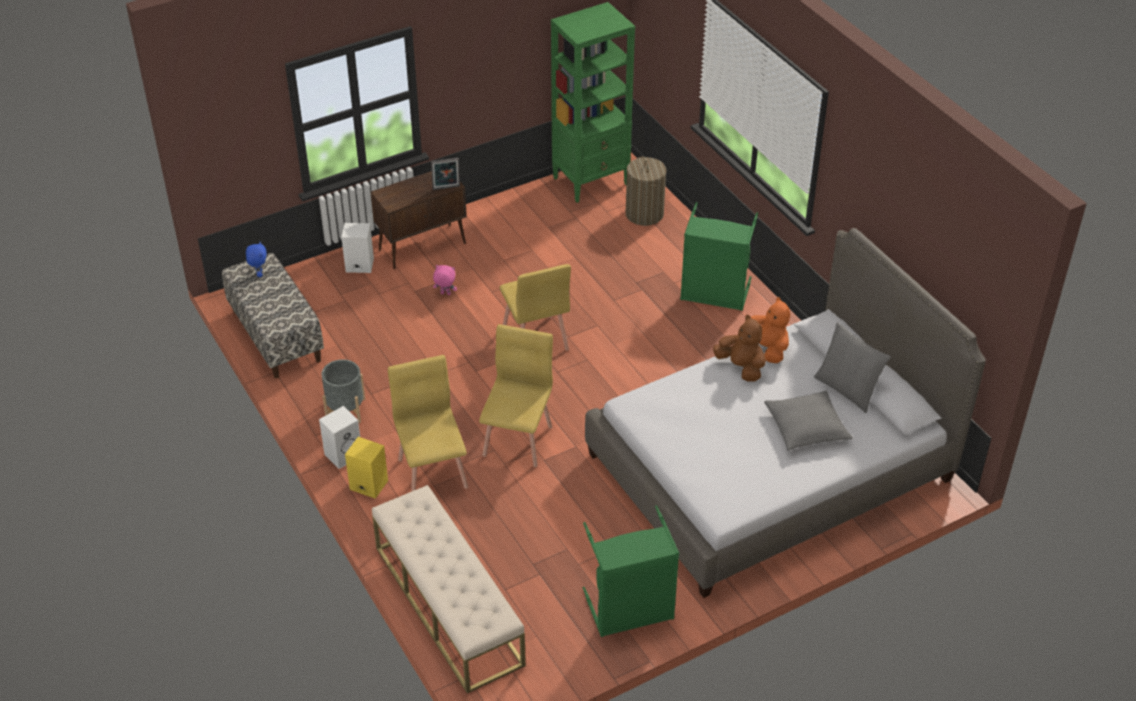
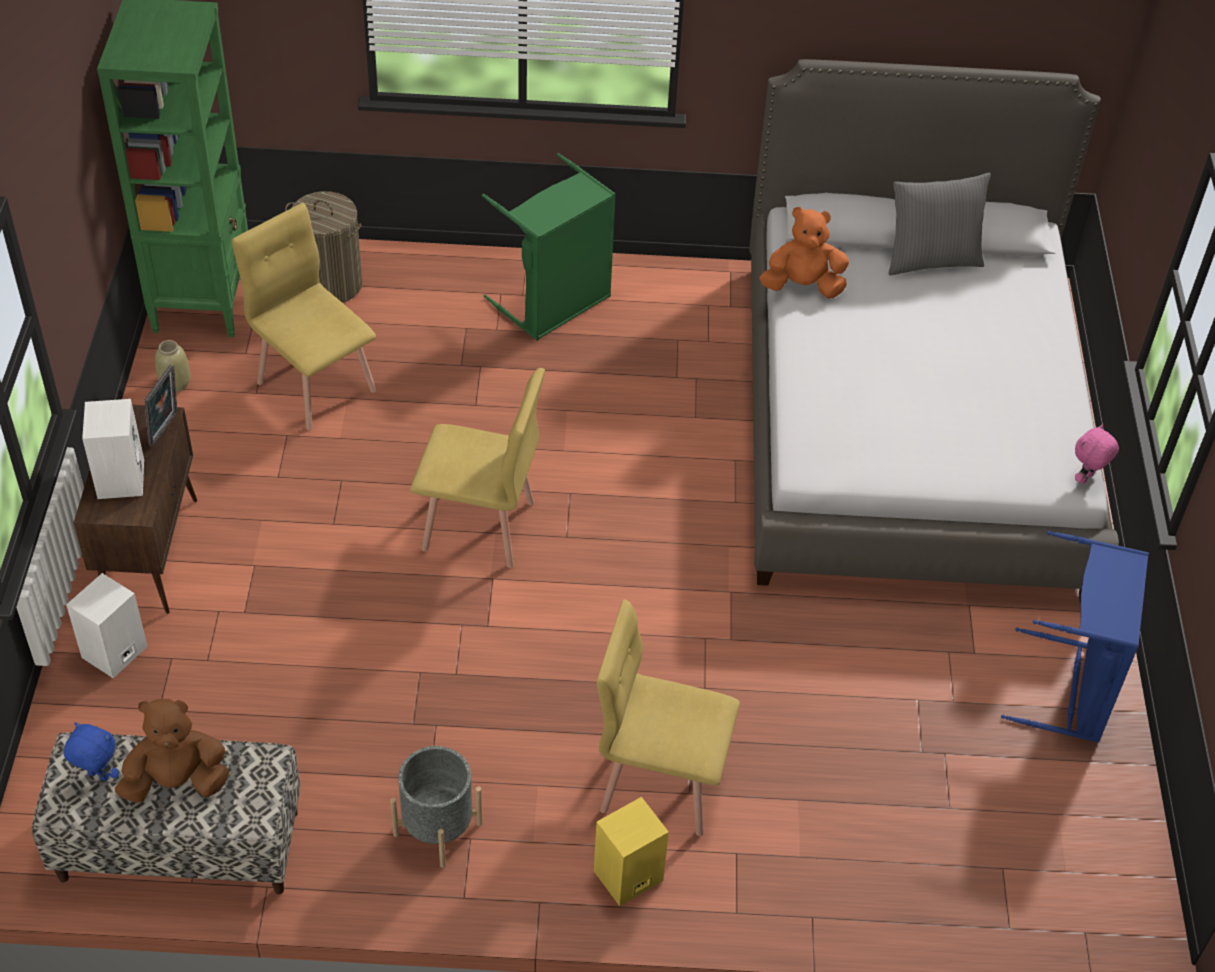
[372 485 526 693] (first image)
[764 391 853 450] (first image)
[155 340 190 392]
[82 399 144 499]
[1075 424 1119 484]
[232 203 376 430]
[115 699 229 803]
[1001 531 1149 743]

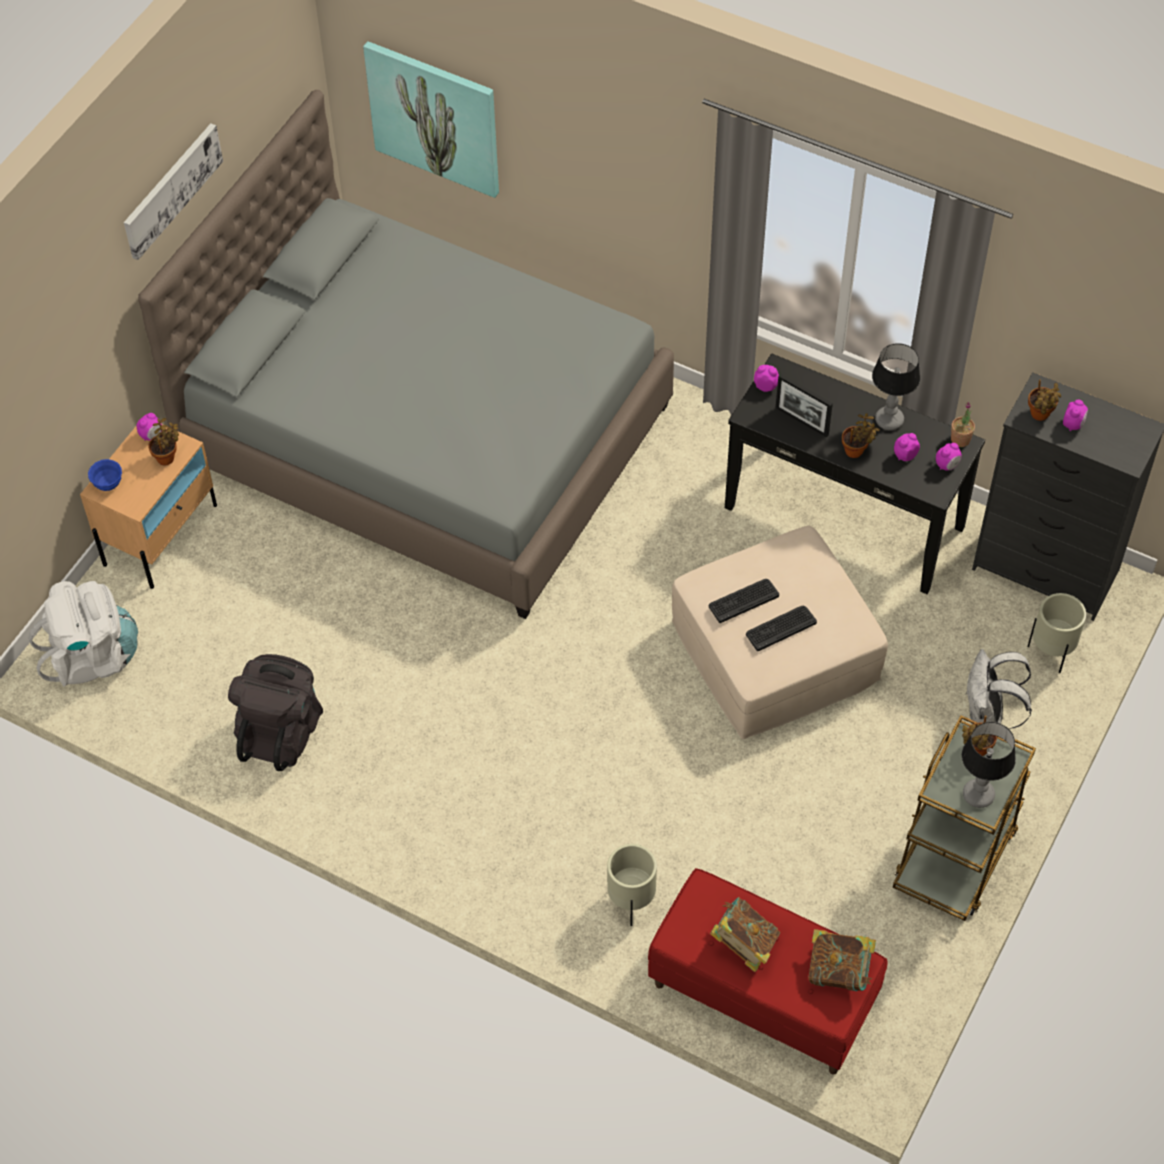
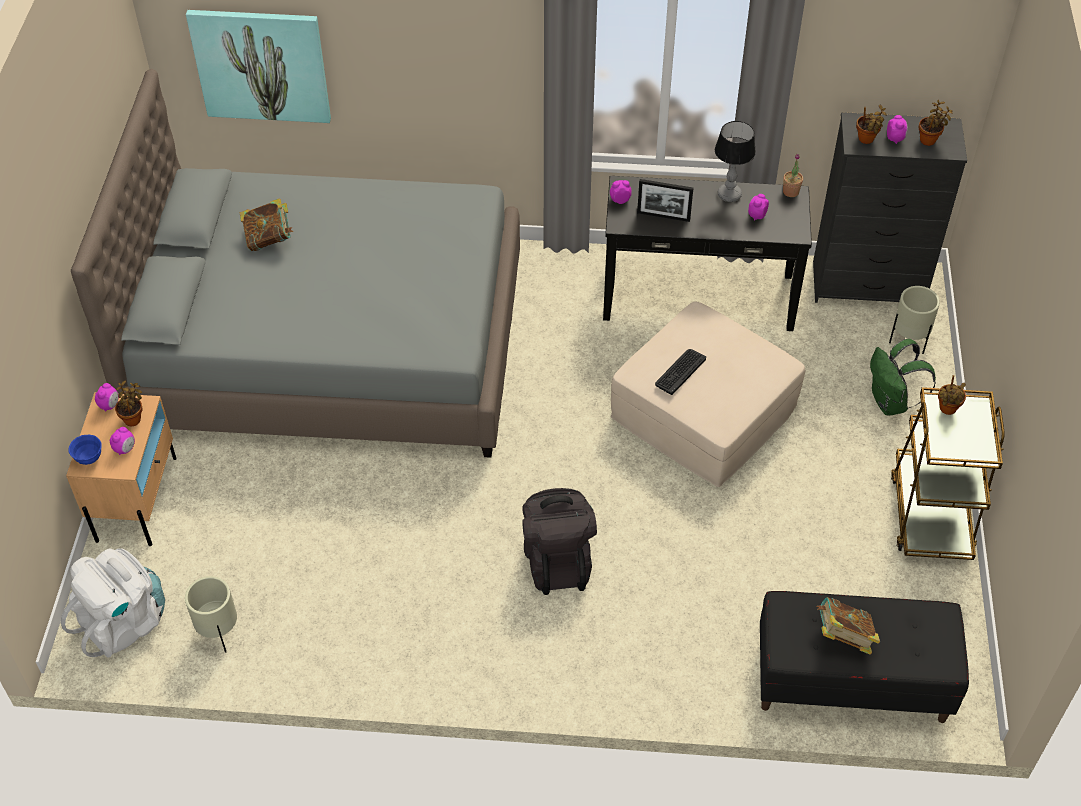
[124 123 223 260] (first image)
[746 606 817 651] (first image)
[962 722 1016 808] (first image)
[522 488 597 595]
[185 576 237 653]
[240 198 293 251]
[919 100 953 146]
[110 427 135 455]
[760 591 969 723]
[870 339 936 415]

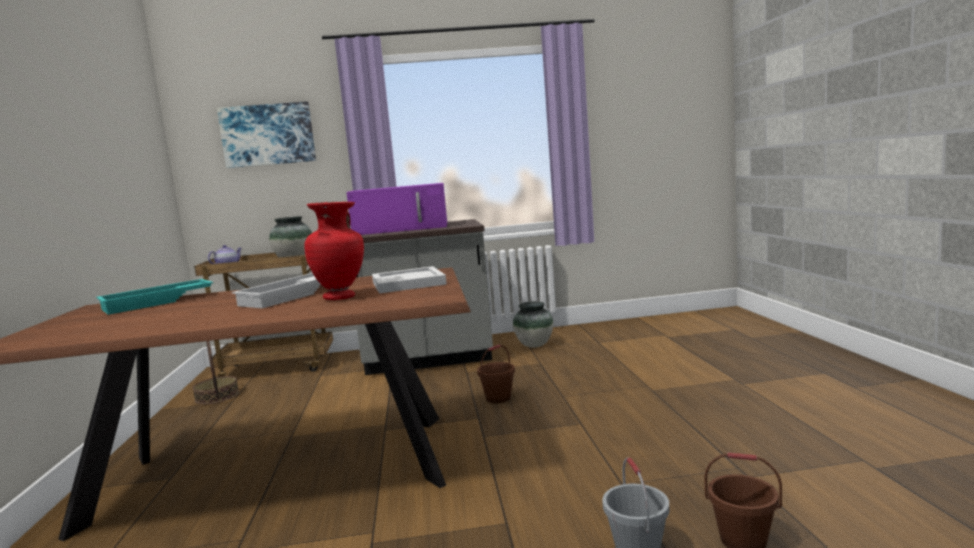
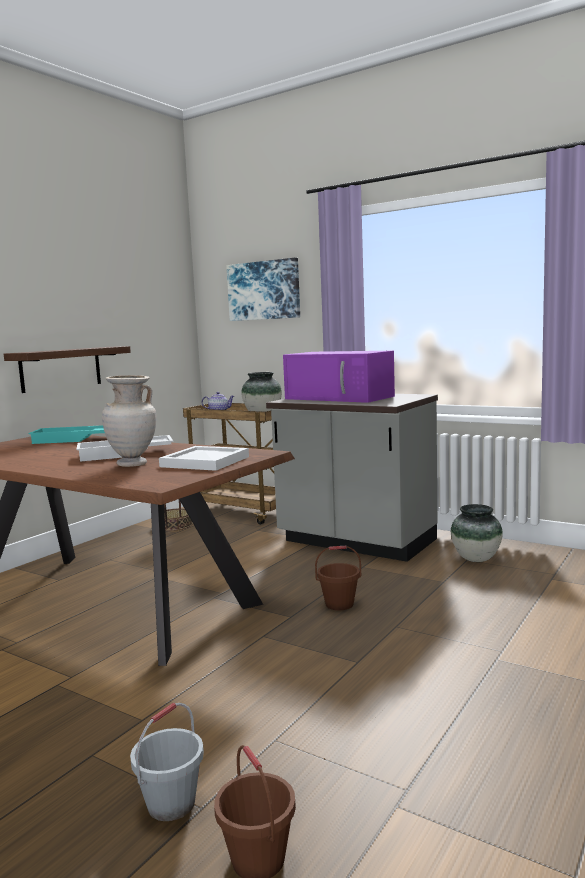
[4 346 131 393]
[102 375 156 467]

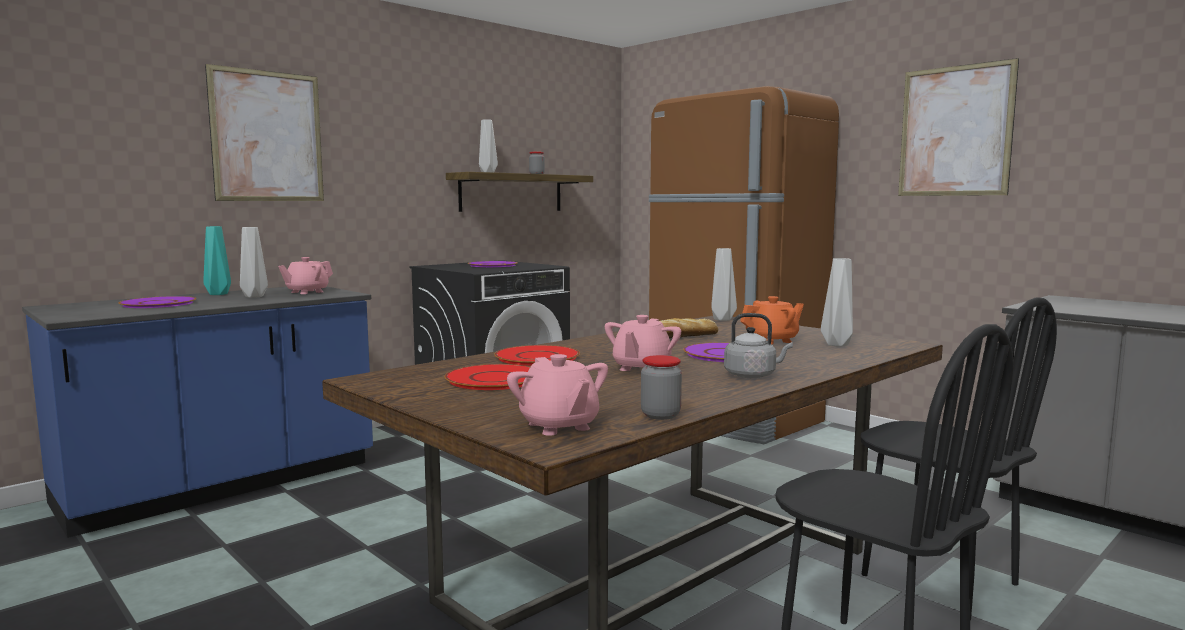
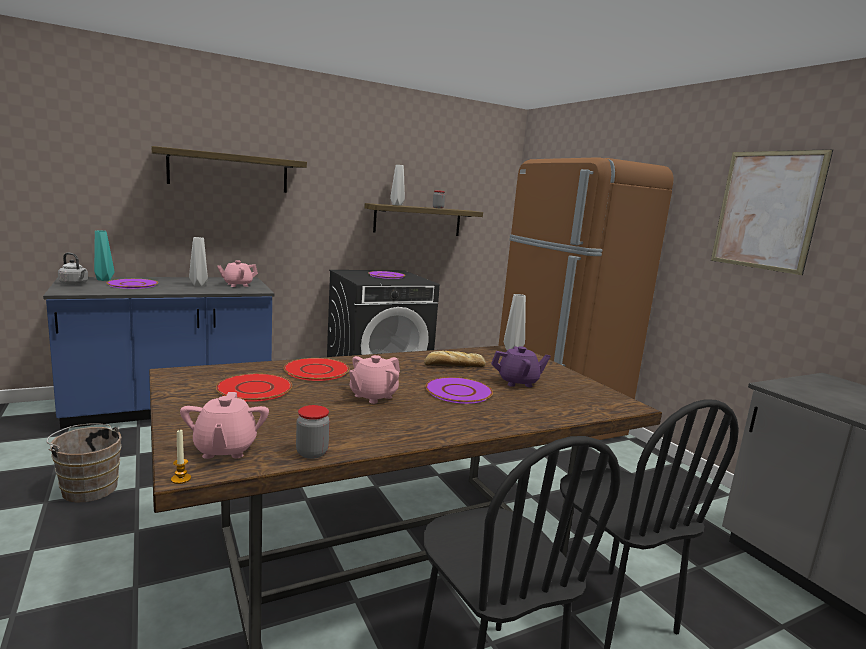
[821 258 853 347] (first image)
[47 423 121 503]
[171 429 191 484]
[94 230 115 281]
[58 253 88 285]
[151 146 307 193]
[491 346 551 387]

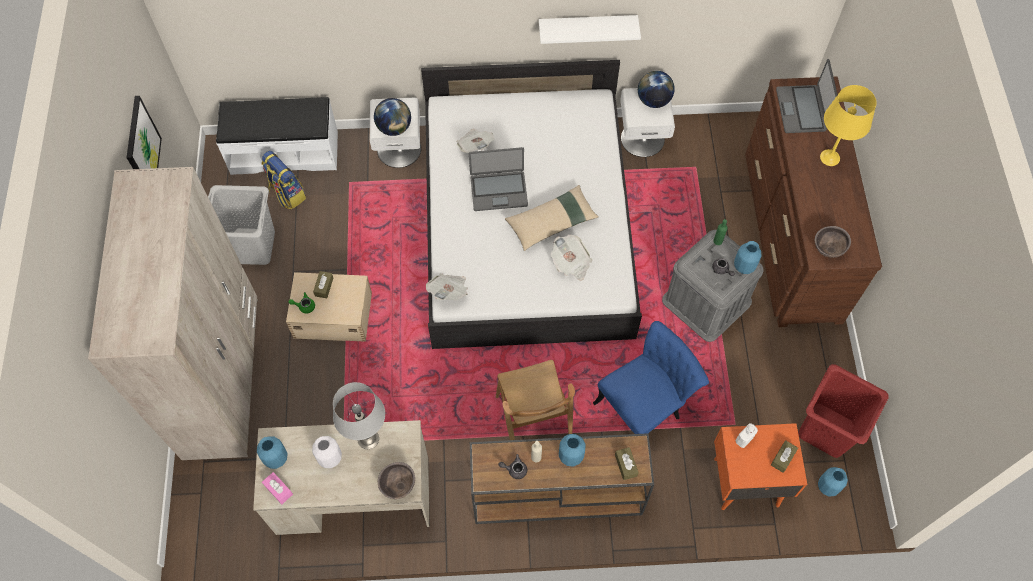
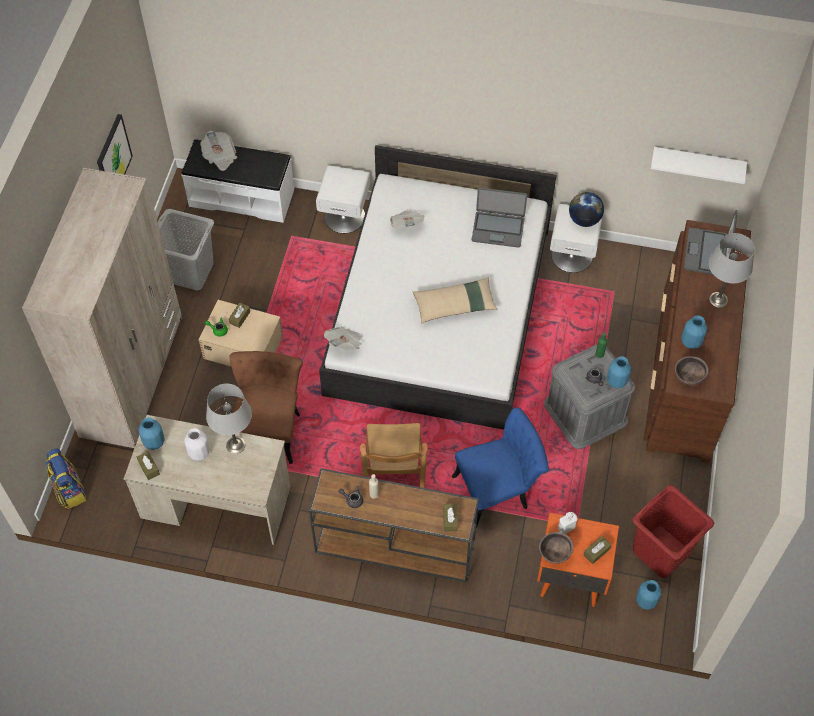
[374 98 411 136] (first image)
[229 351 303 464]
[46 448 86 509]
[539 532 573 564]
[472 188 527 248]
[651 147 747 184]
[200 131 237 171]
[681 315 707 349]
[137 451 160 480]
[709 233 755 308]

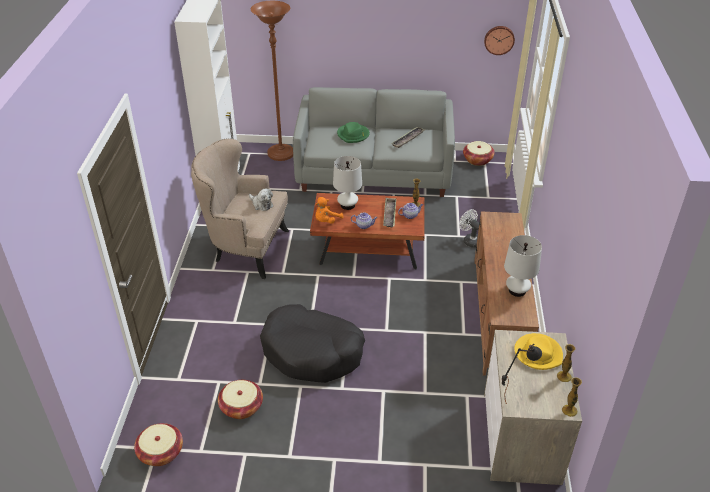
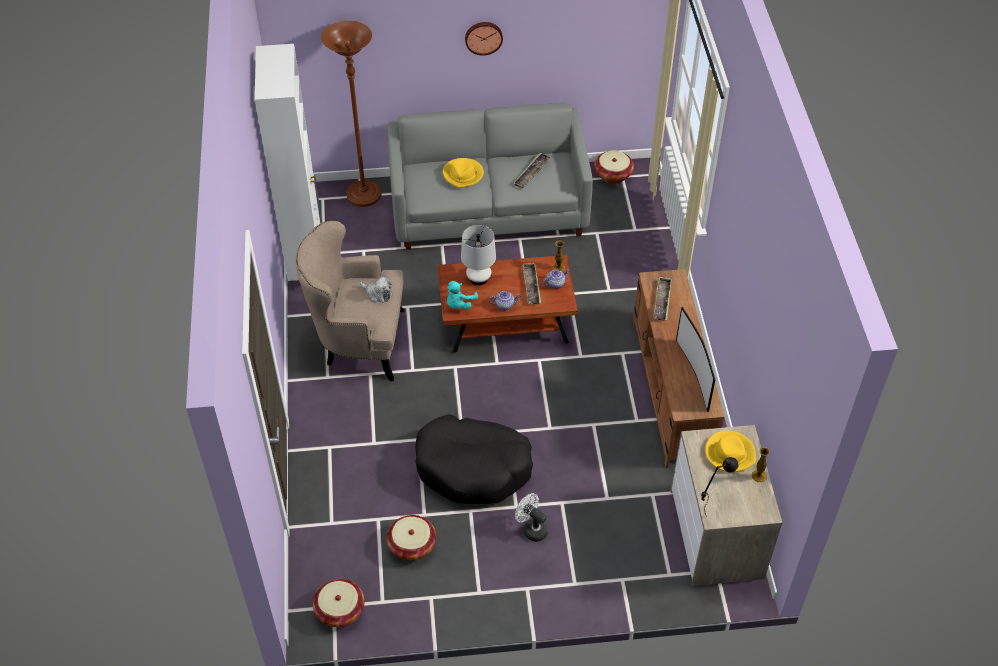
[562 377 582 417] (first image)
[653 277 672 321]
[515 493 548 542]
[465 22 503 56]
[676 307 715 412]
[447 281 478 310]
[443 158 484 188]

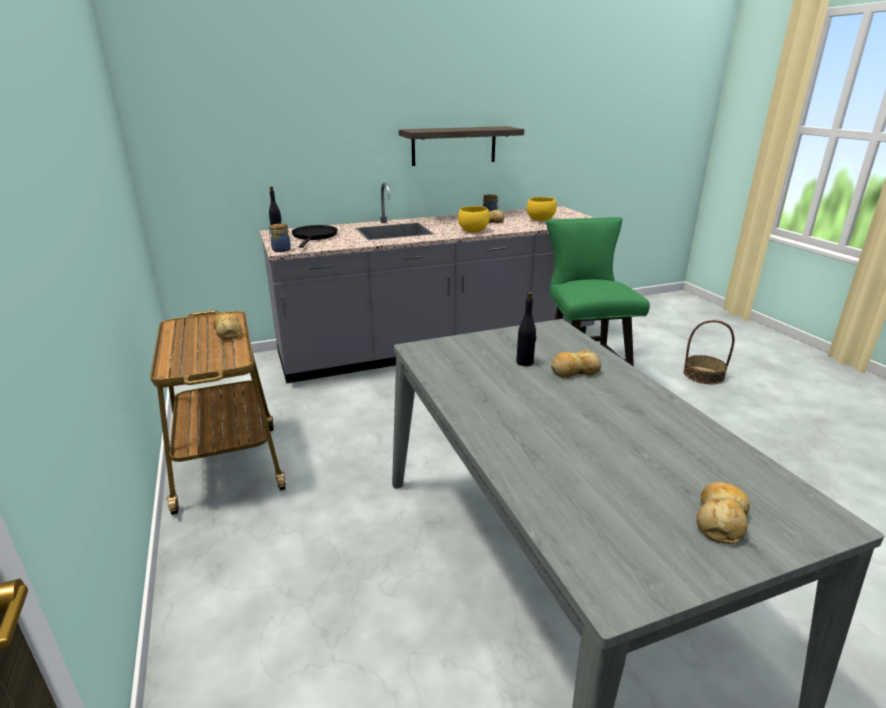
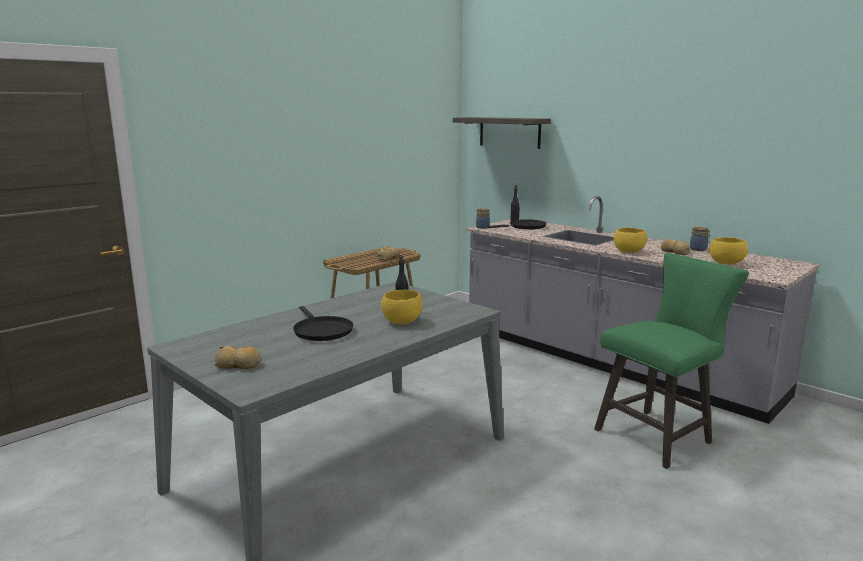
[683 320 735 384] (first image)
[293 306 354 341]
[453 117 551 149]
[381 290 422 325]

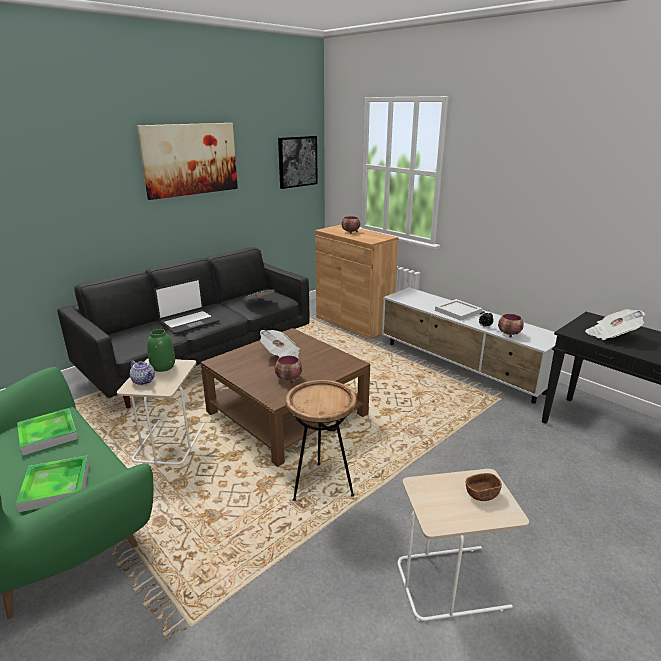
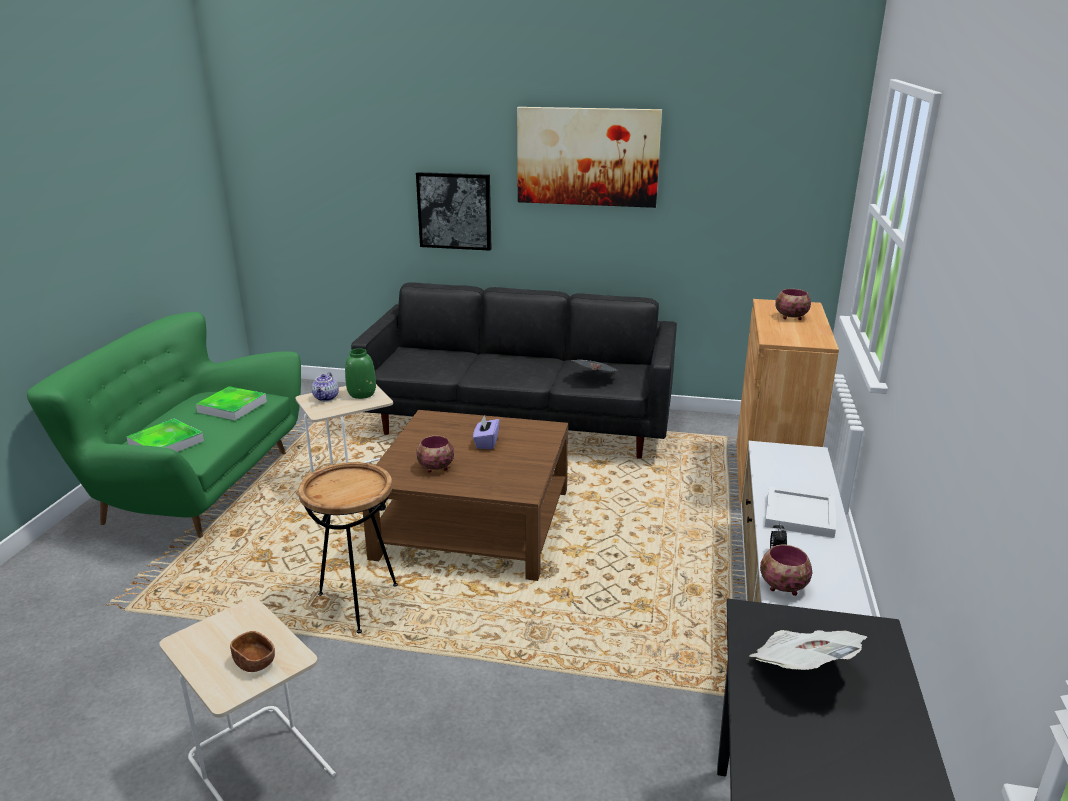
[154 278 220 334] (first image)
[416 172 491 251]
[473 415 500 449]

